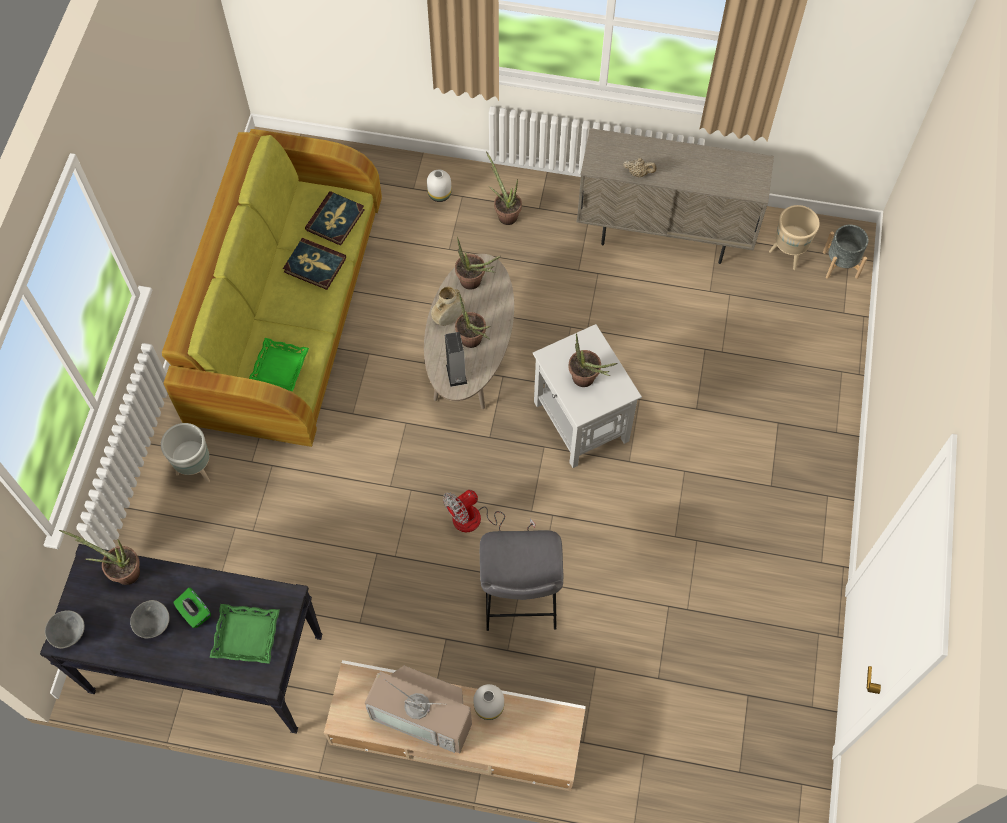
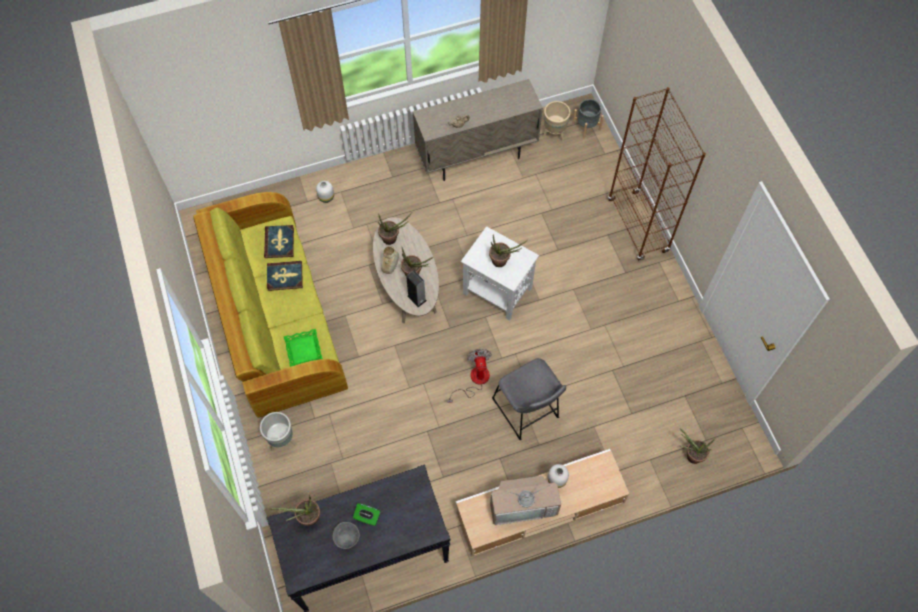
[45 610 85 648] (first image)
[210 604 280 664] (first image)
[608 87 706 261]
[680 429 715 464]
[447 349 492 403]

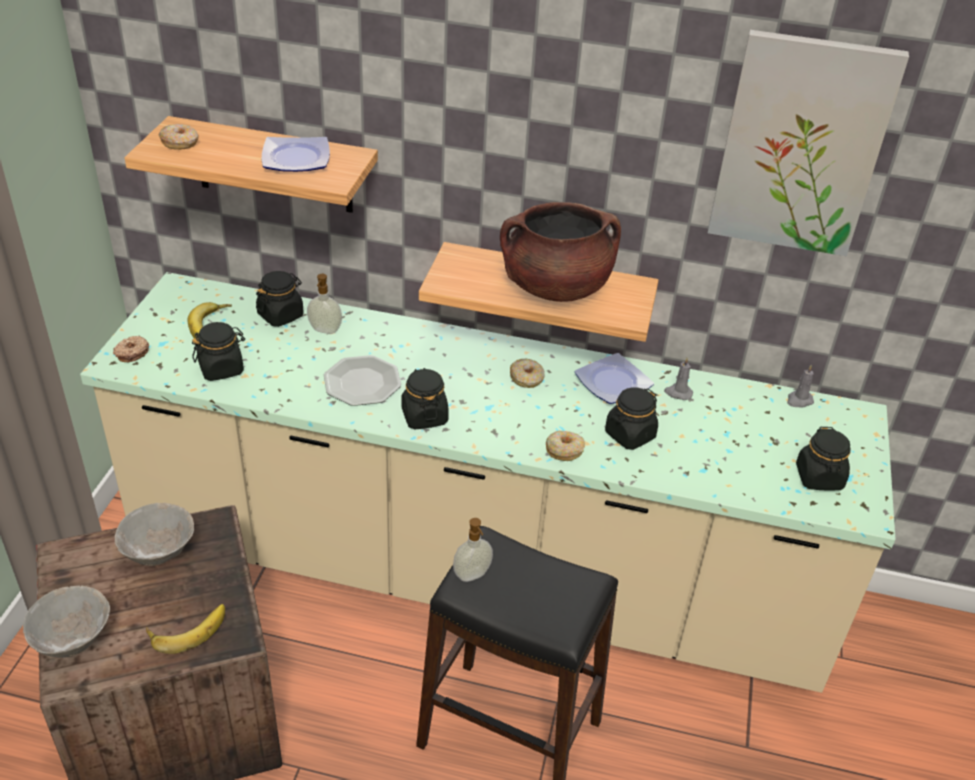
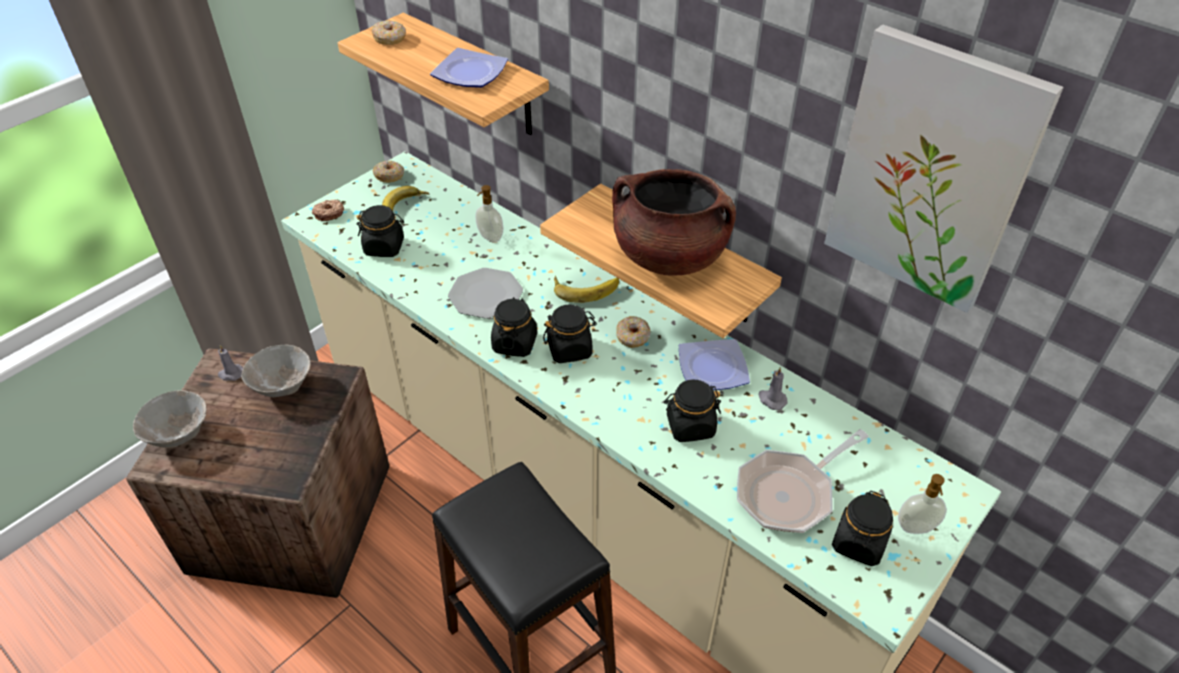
[737 429 869 533]
[554 276 619 303]
[543 304 597 363]
[898 474 947 534]
[373 161 404 183]
[218 345 243 381]

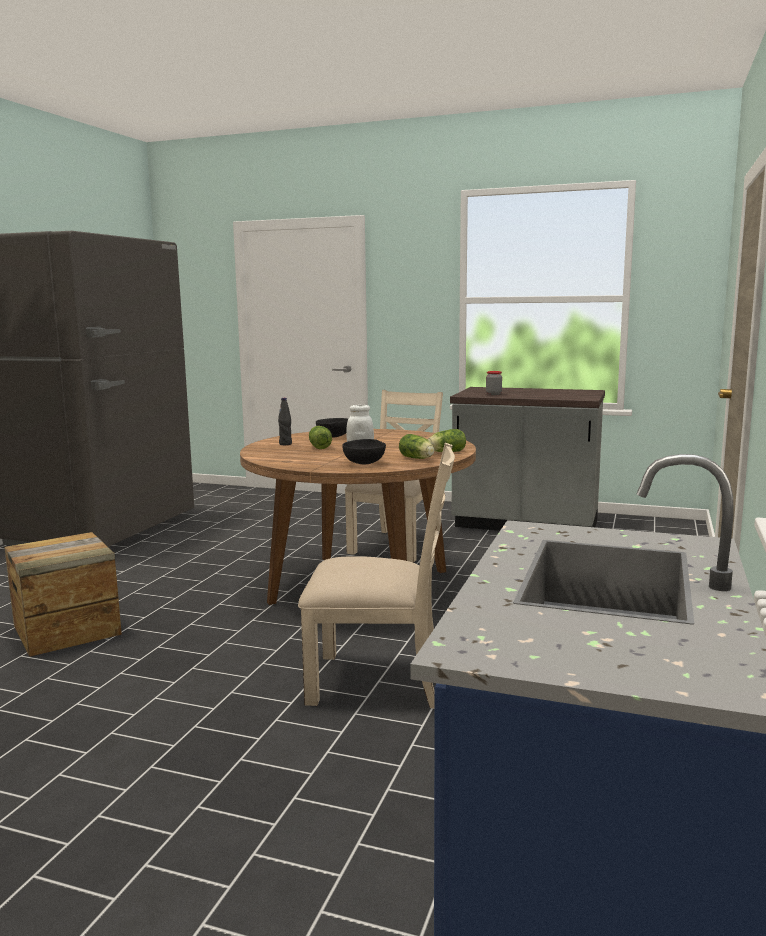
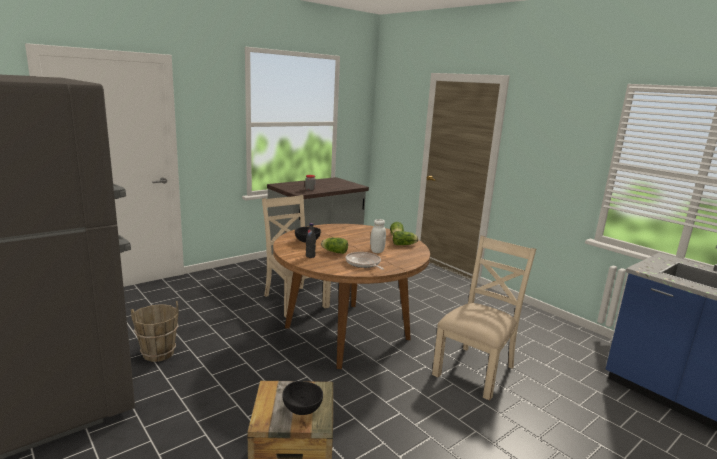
[131 301 179 362]
[346 252 384 270]
[283 381 323 415]

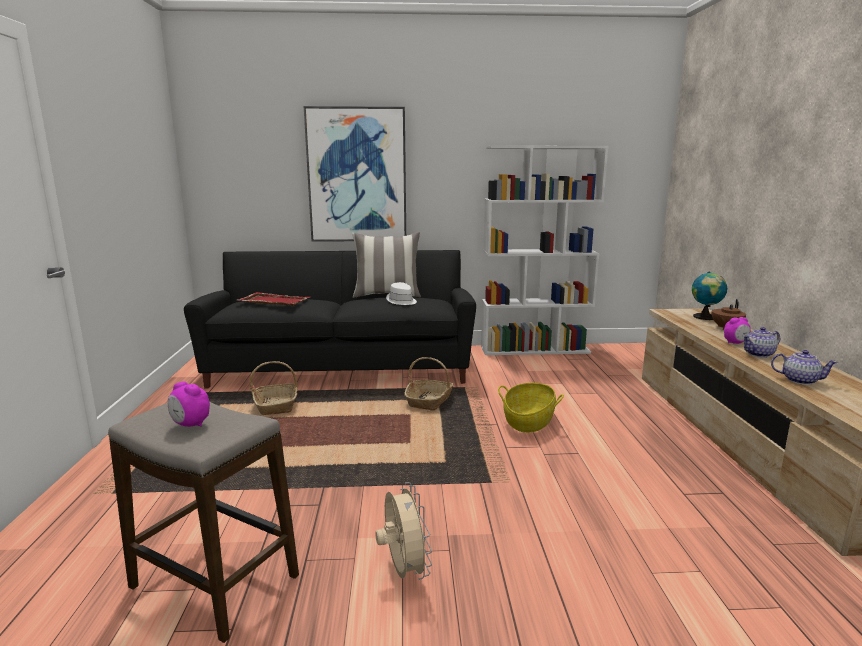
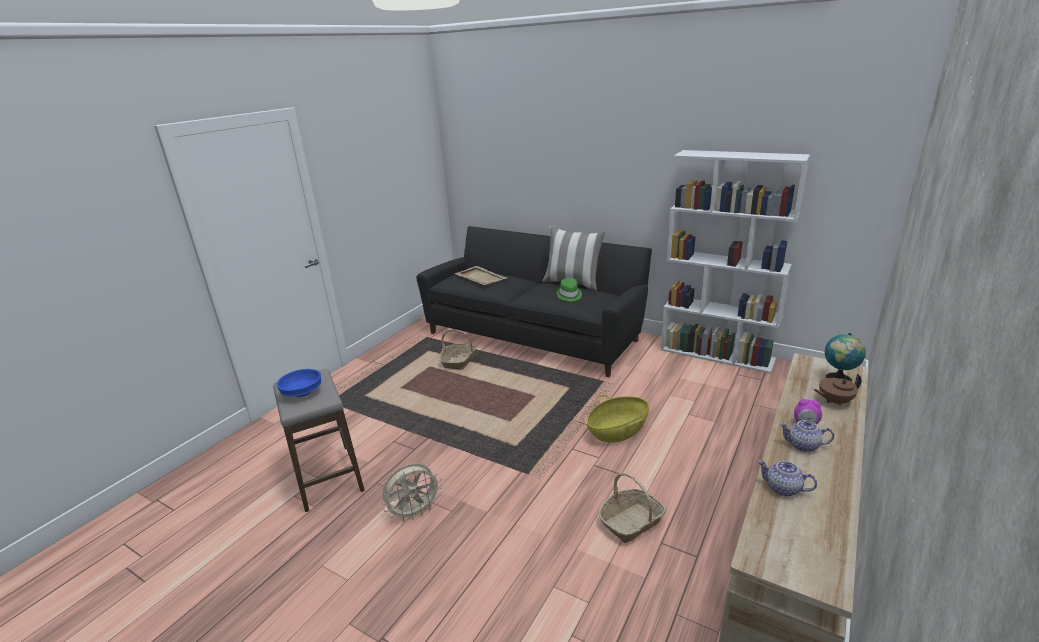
[304 106 406 242] (first image)
[598 473 666 543]
[276 369 321 397]
[454 266 508 286]
[557 278 582 301]
[382 464 442 522]
[757 460 817 497]

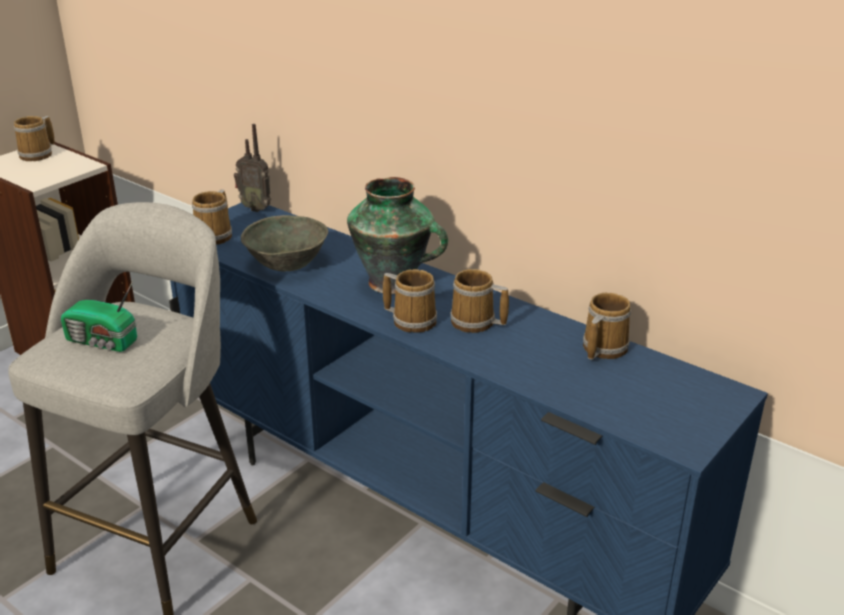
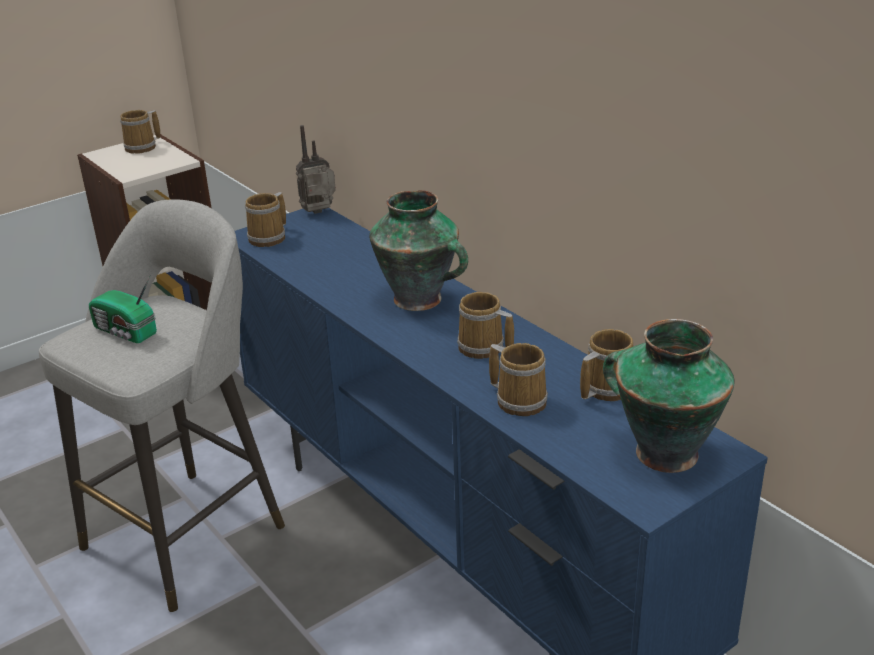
[241 215 328 271] (first image)
[603 319 735 473]
[489 343 548 416]
[296 125 336 214]

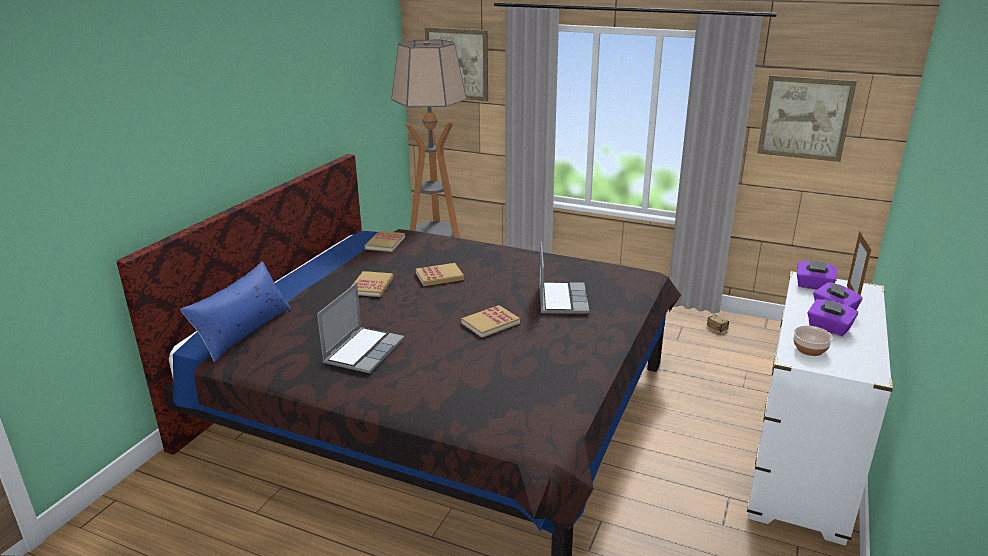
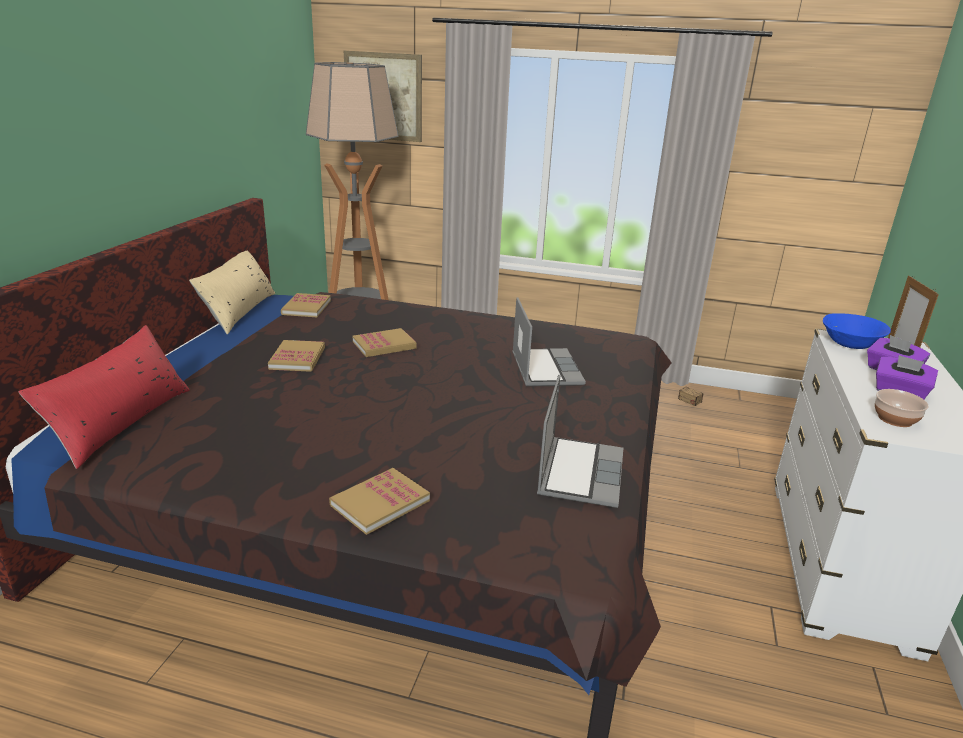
[758 75 857 162] (first image)
[189 251 275 334]
[537 375 623 508]
[329 468 430 535]
[823 313 891 349]
[18 325 190 469]

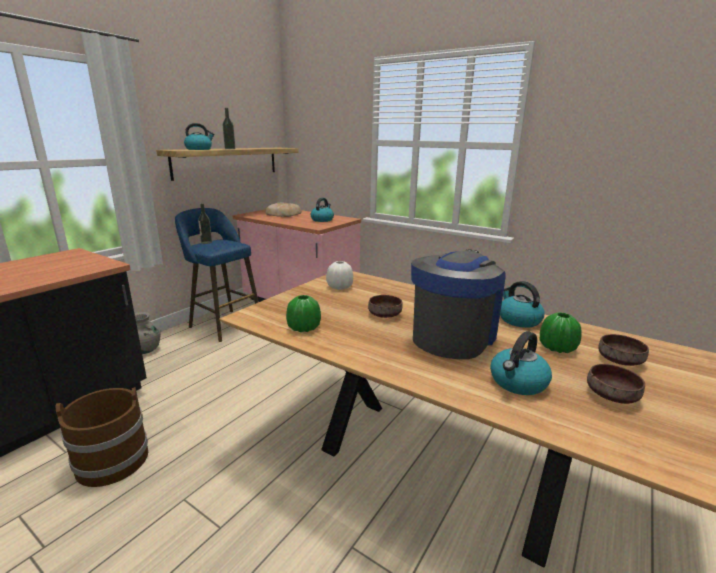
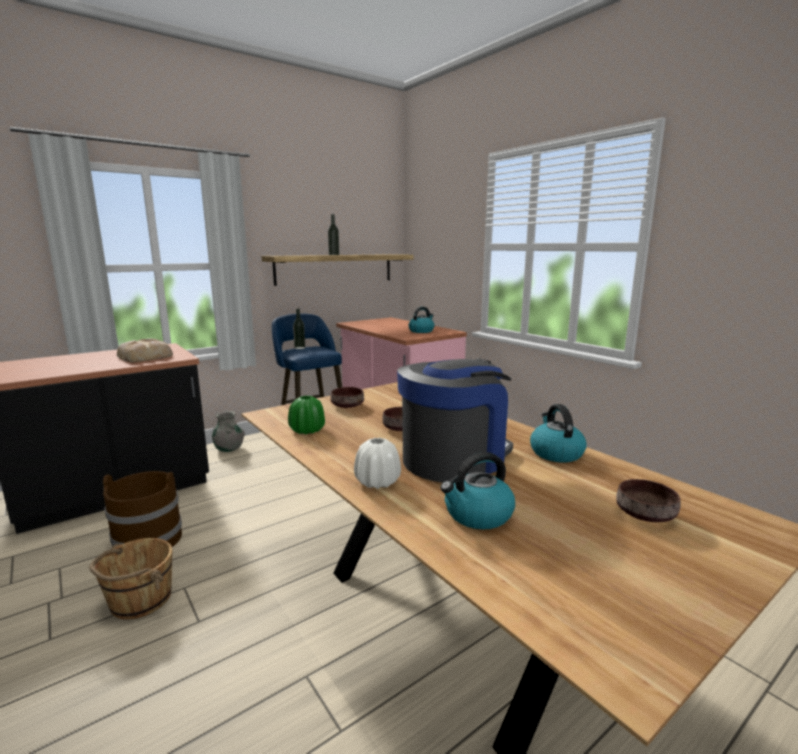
[184 123 215 150] (first image)
[540 312 582 353] (first image)
[89 538 172 620]
[117 339 173 362]
[354 438 401 489]
[330 387 364 408]

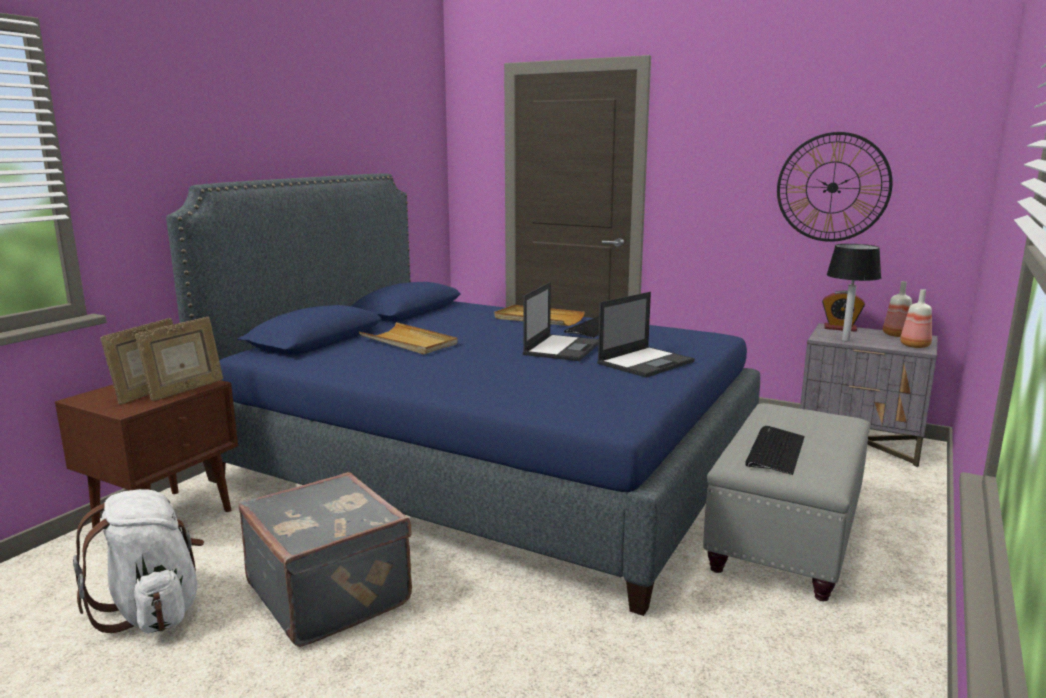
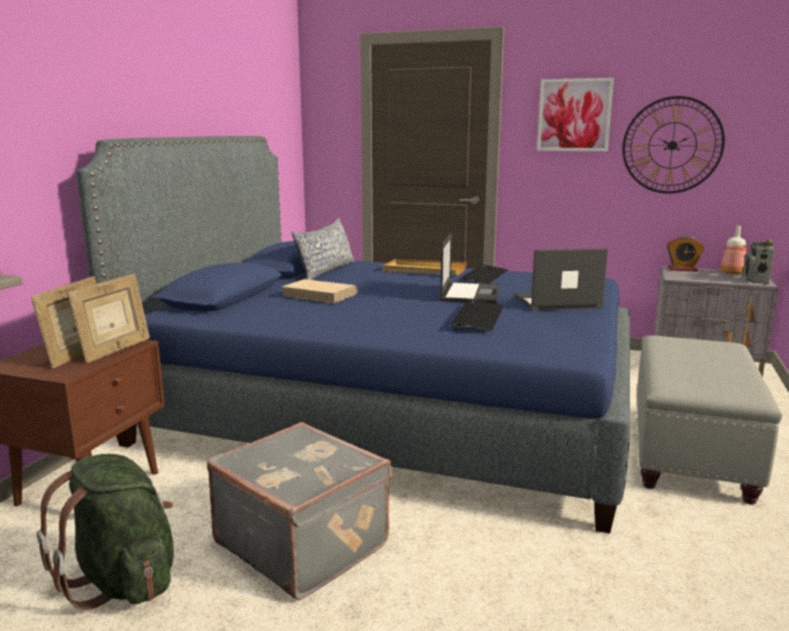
[826 244 881 341] (first image)
[292 218 355 280]
[537 78 614 151]
[451 299 504 331]
[282 279 358 304]
[743 238 775 284]
[37 454 174 610]
[514 248 608 311]

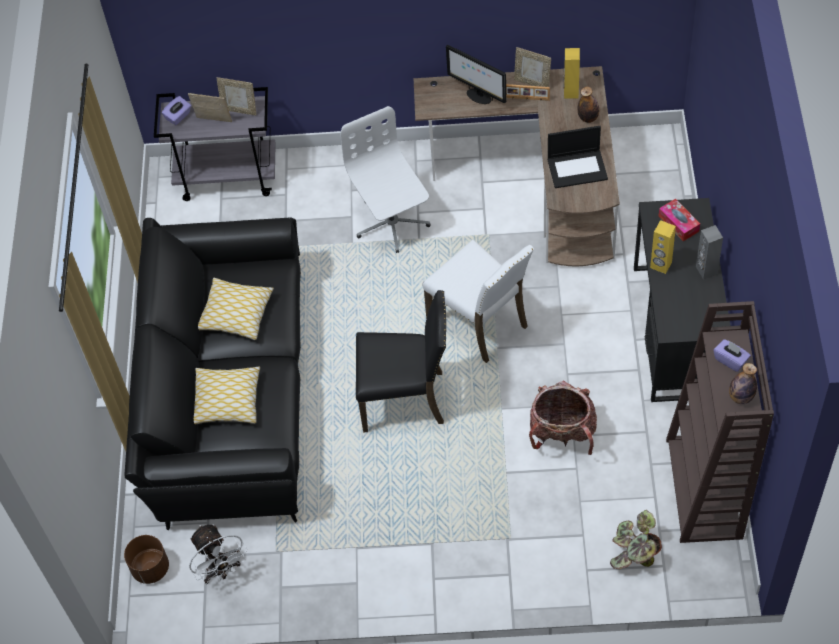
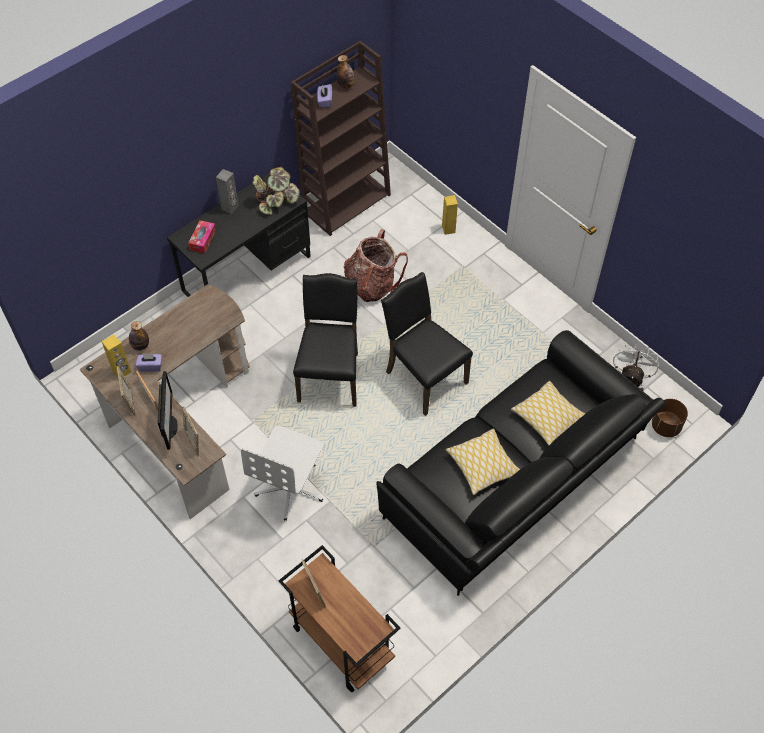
[548 126 608 188] (first image)
[136 354 162 372]
[183 406 199 456]
[253 167 300 215]
[442 195 458 235]
[279 545 400 693]
[293 273 358 407]

